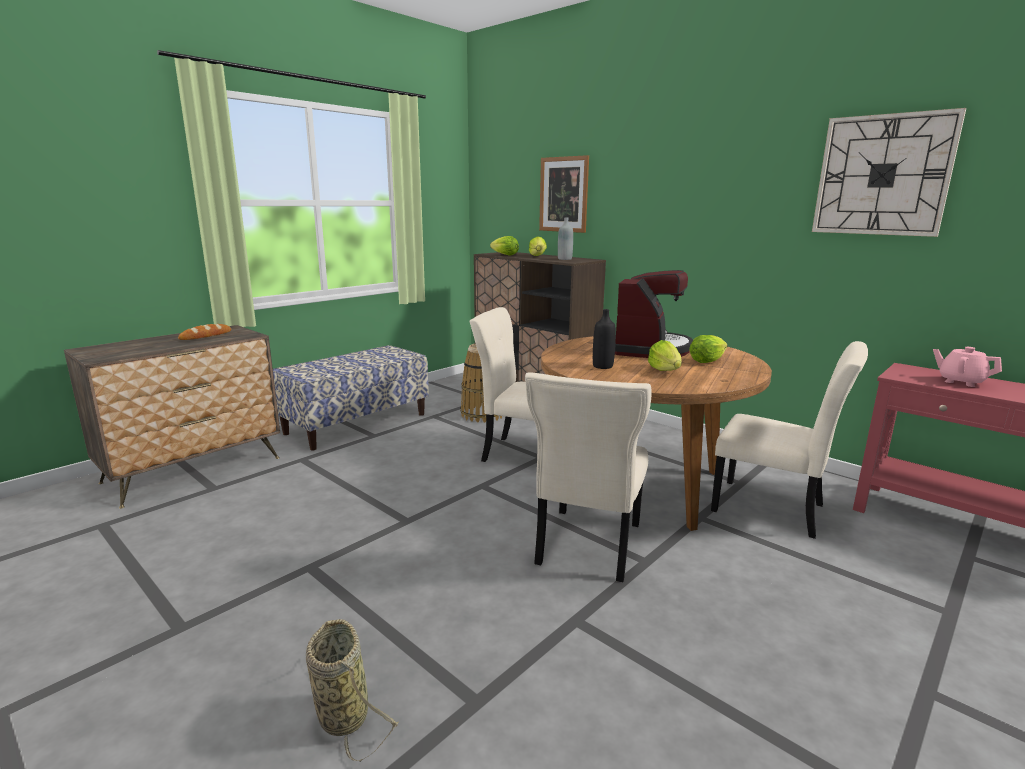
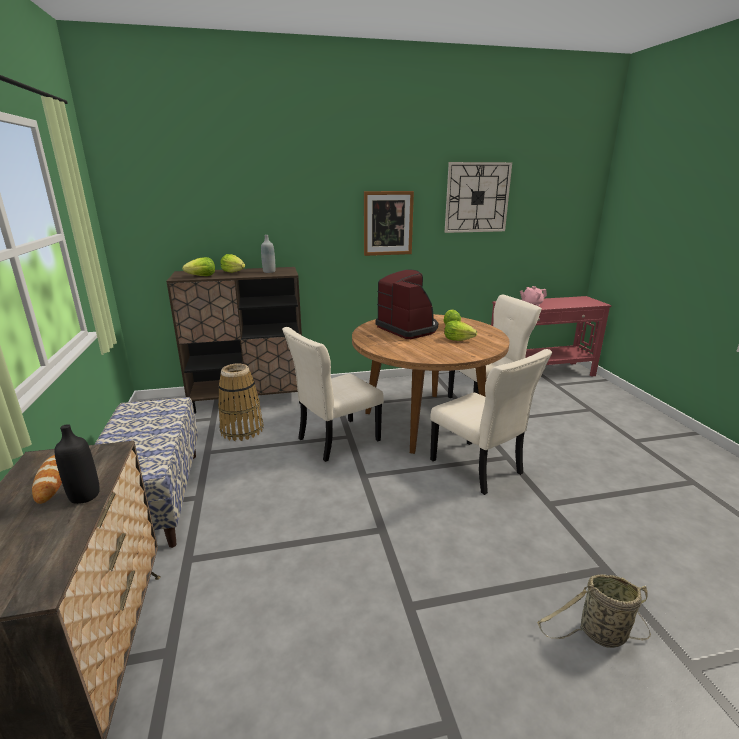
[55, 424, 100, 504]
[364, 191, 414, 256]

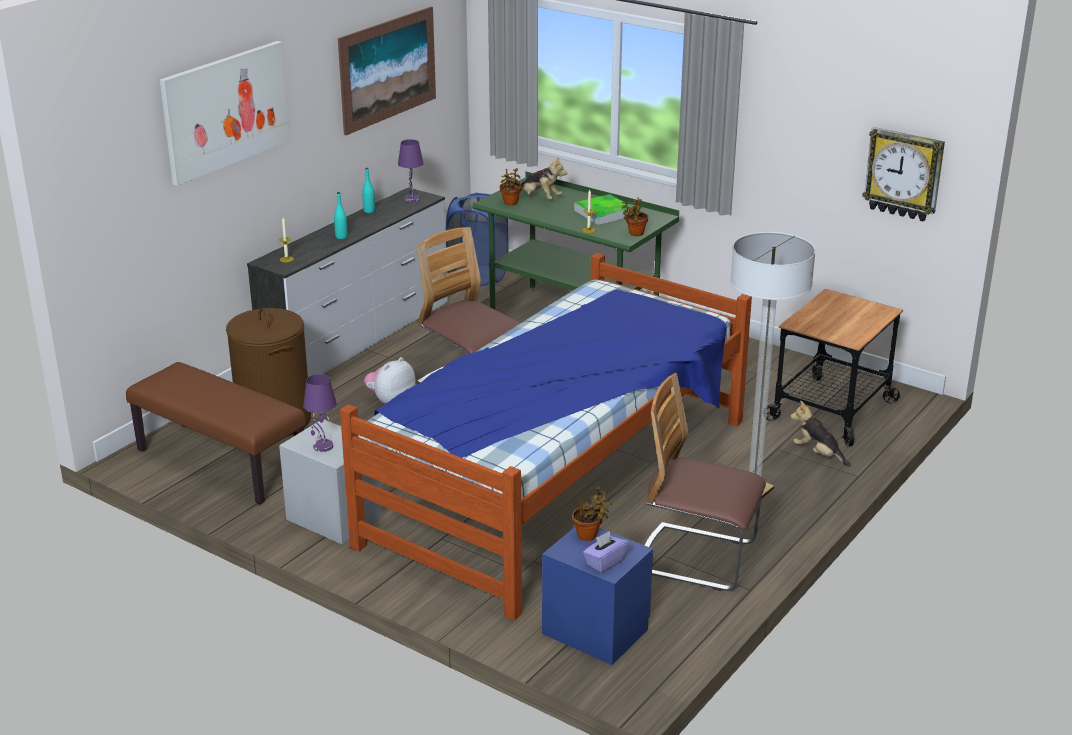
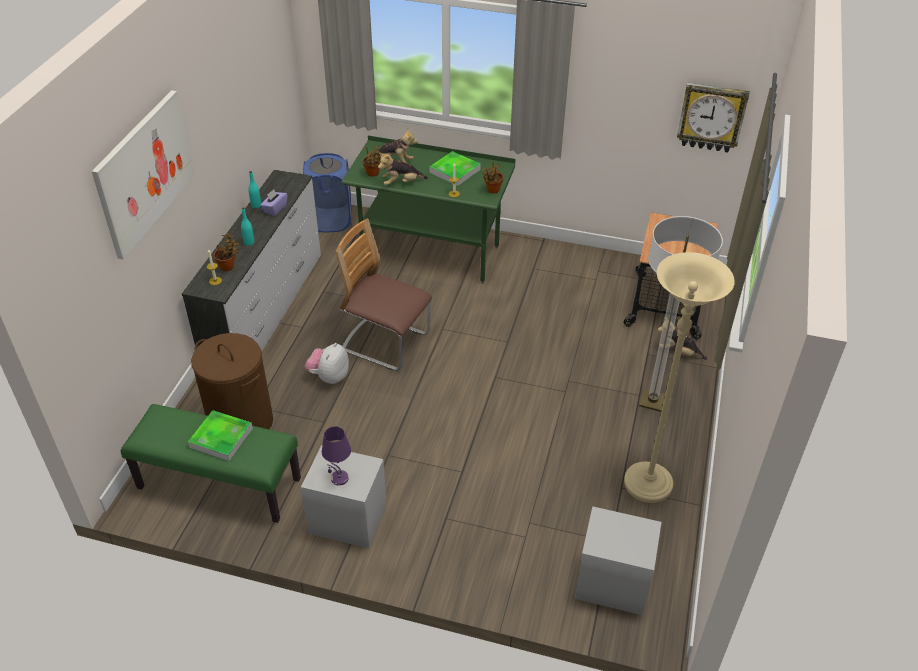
[121, 404, 301, 523]
[188, 410, 253, 461]
[214, 233, 240, 271]
[260, 189, 288, 216]
[378, 153, 428, 185]
[575, 506, 662, 615]
[624, 252, 735, 503]
[338, 7, 436, 135] (first image)
[340, 253, 752, 621] (first image)
[398, 139, 424, 202] (first image)

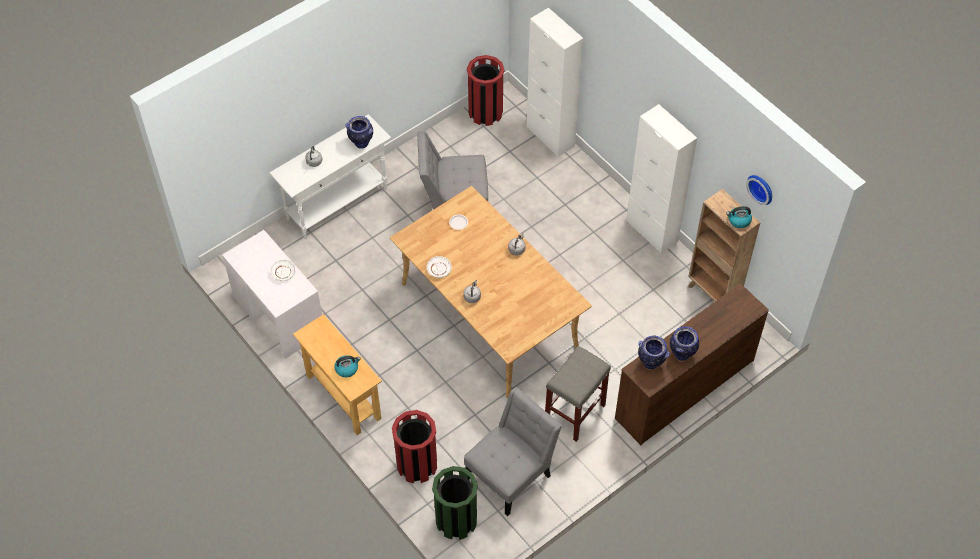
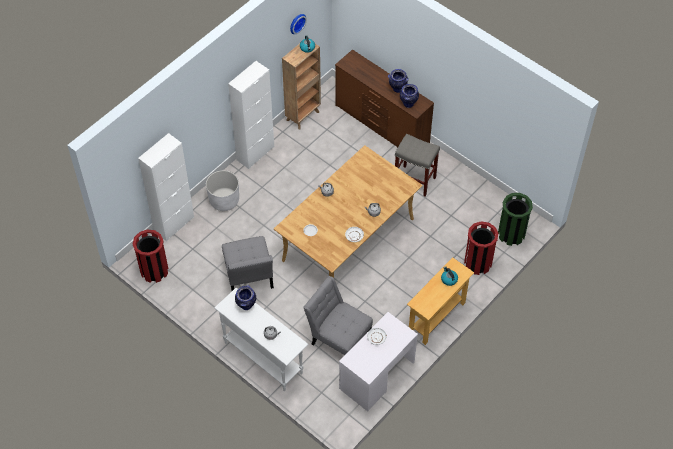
[206, 170, 239, 211]
[303, 276, 373, 355]

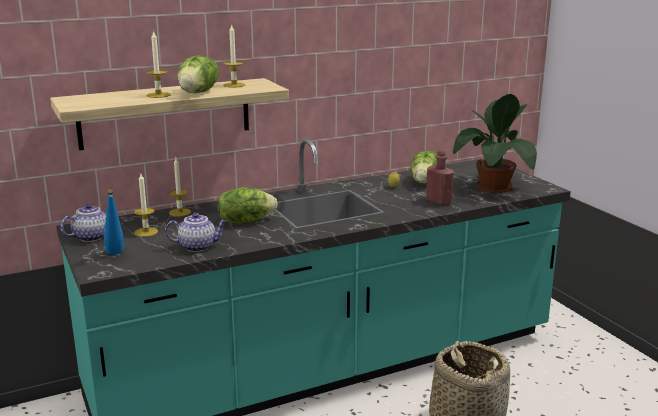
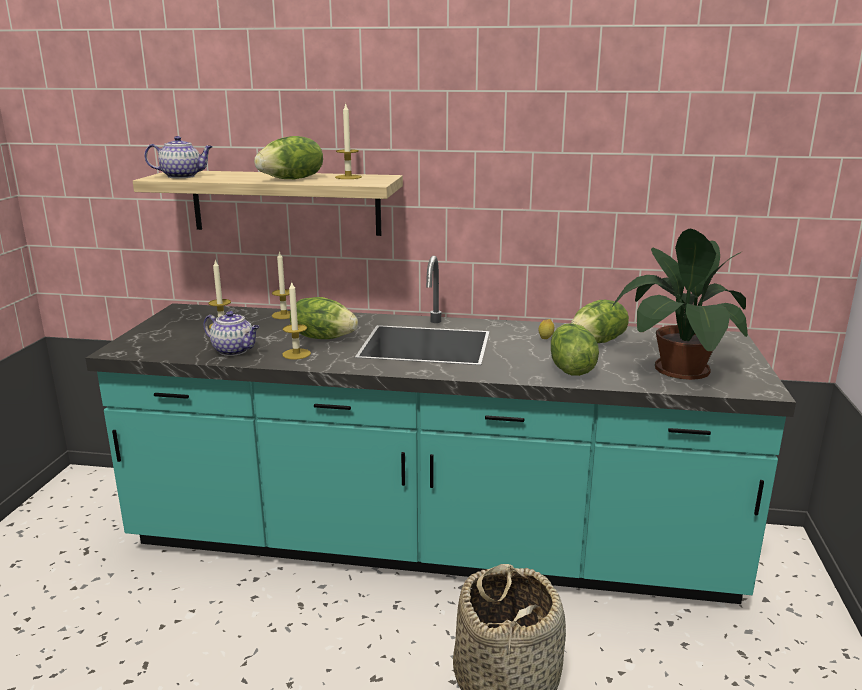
[144, 136, 213, 178]
[282, 282, 311, 360]
[551, 323, 599, 376]
[104, 189, 124, 255] (first image)

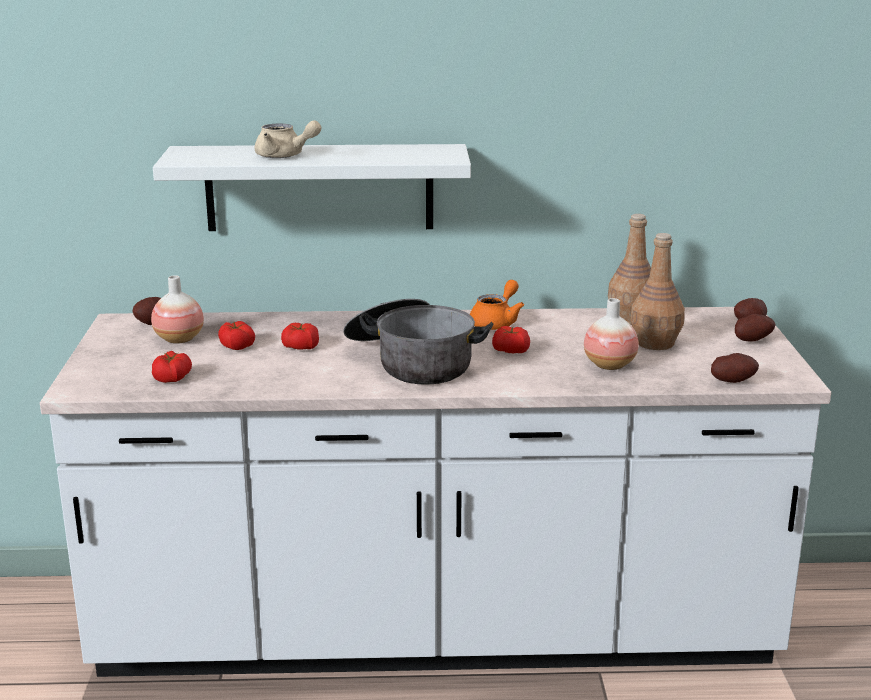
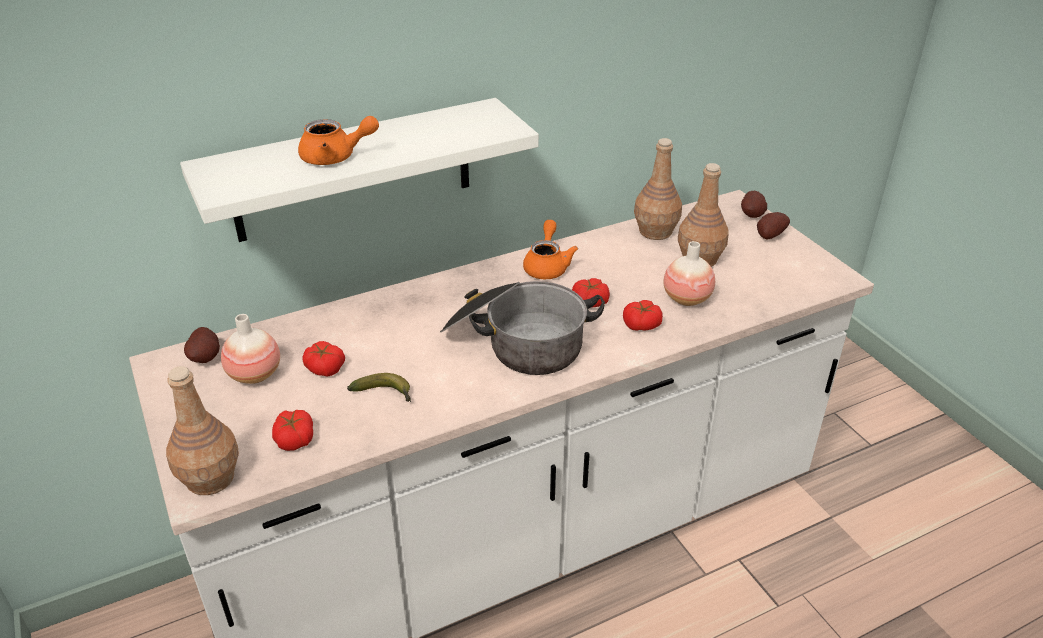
[166, 366, 239, 495]
[298, 116, 379, 165]
[347, 373, 411, 402]
[623, 300, 663, 331]
[711, 353, 759, 383] (first image)

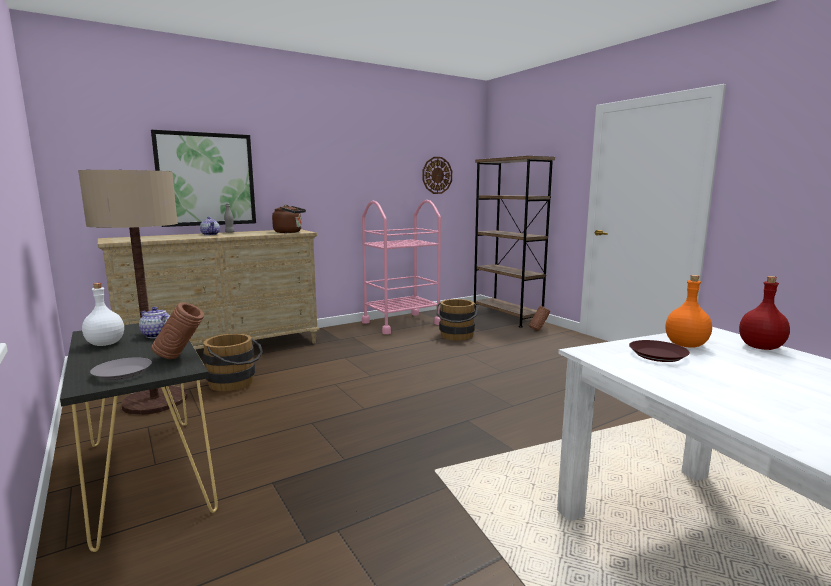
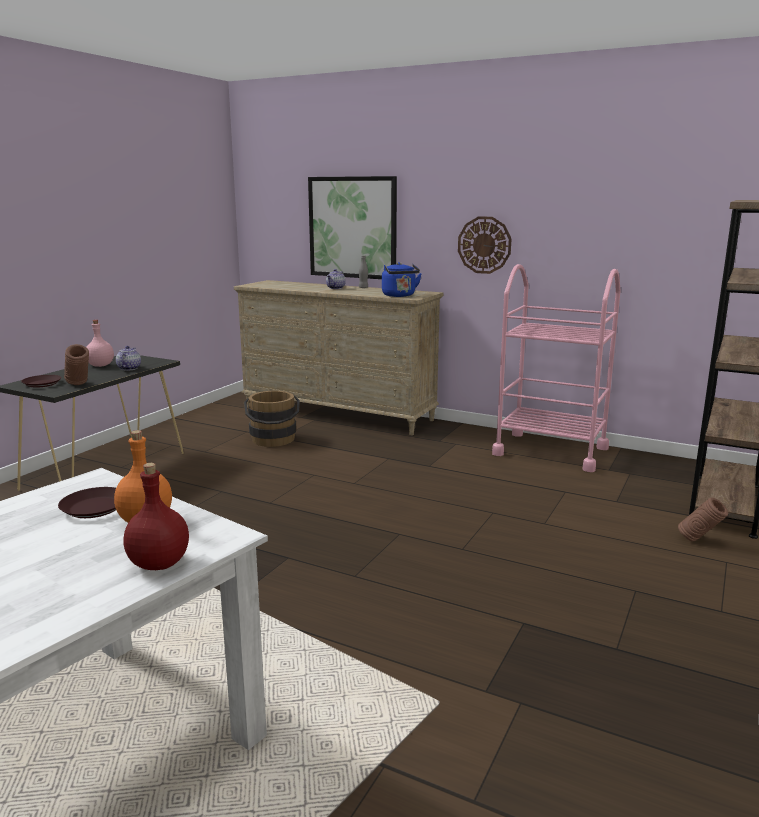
[21, 375, 62, 388]
[86, 320, 114, 367]
[382, 262, 422, 297]
[458, 216, 512, 274]
[78, 170, 187, 415] (first image)
[436, 299, 479, 341] (first image)

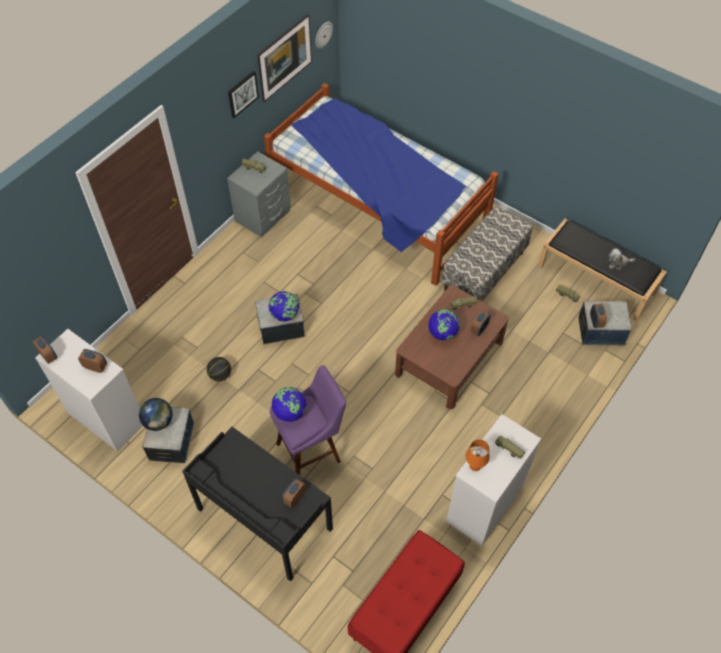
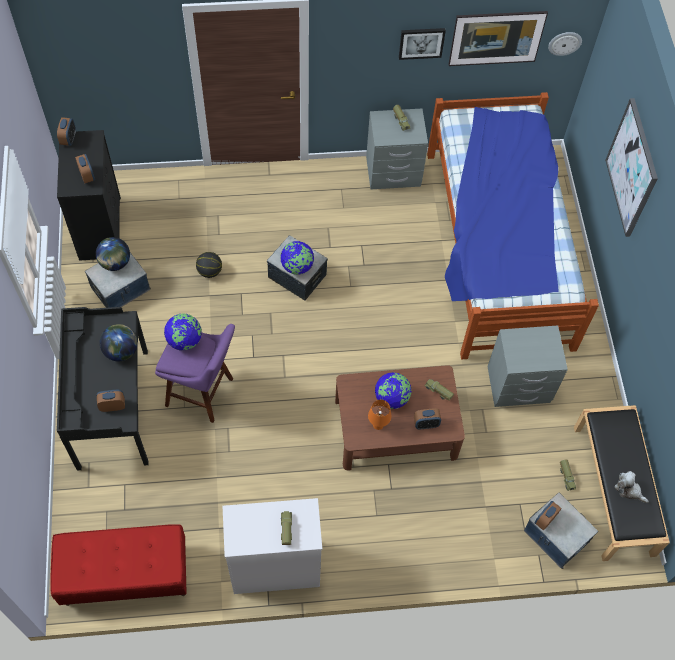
[57, 130, 121, 261]
[100, 324, 138, 361]
[368, 400, 391, 430]
[487, 325, 568, 407]
[605, 98, 658, 237]

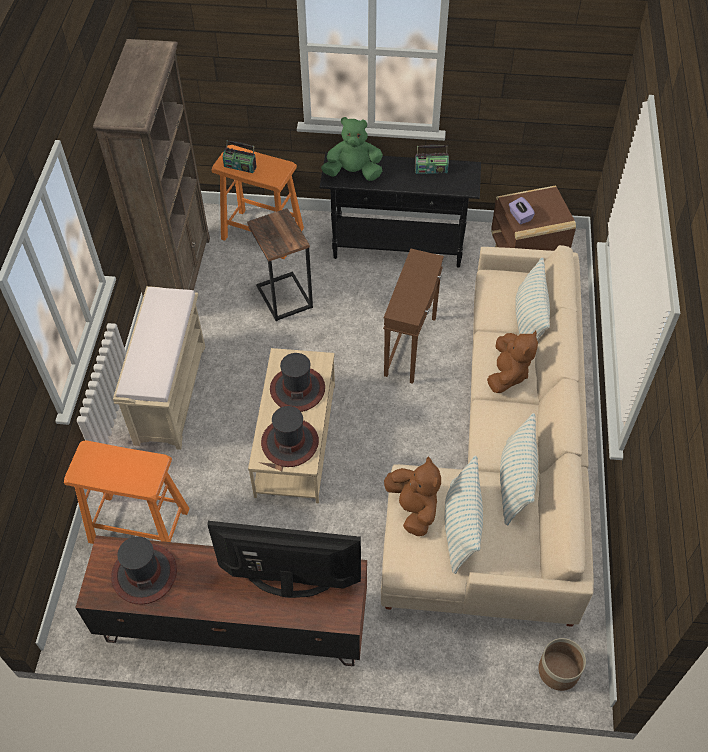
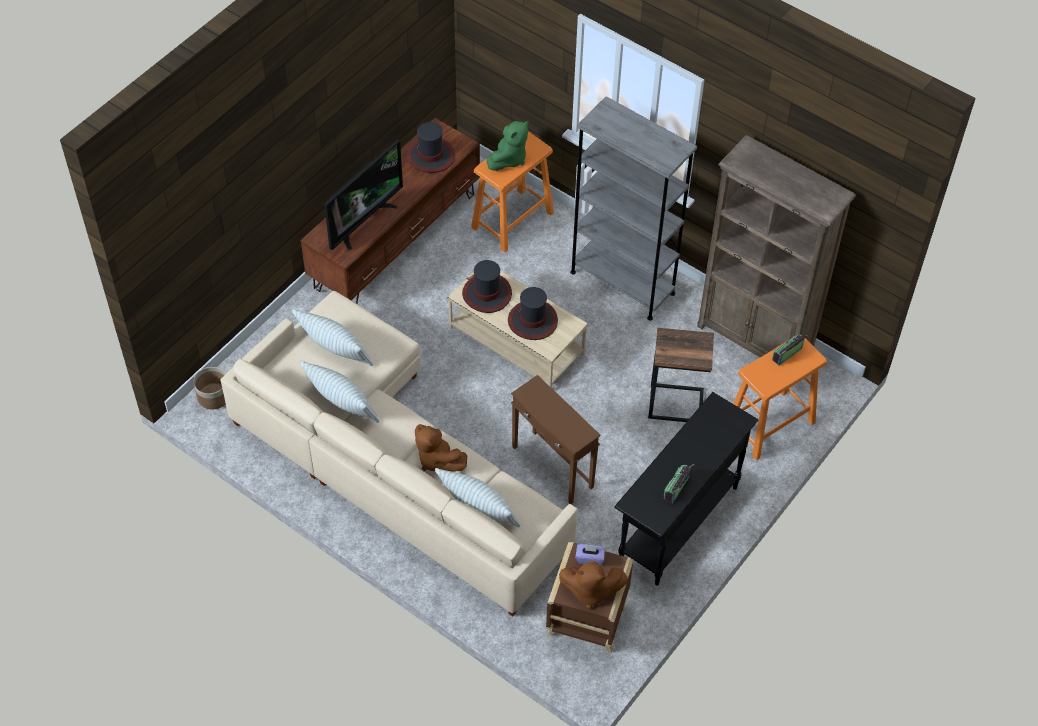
[487, 120, 528, 171]
[559, 561, 628, 609]
[570, 96, 697, 321]

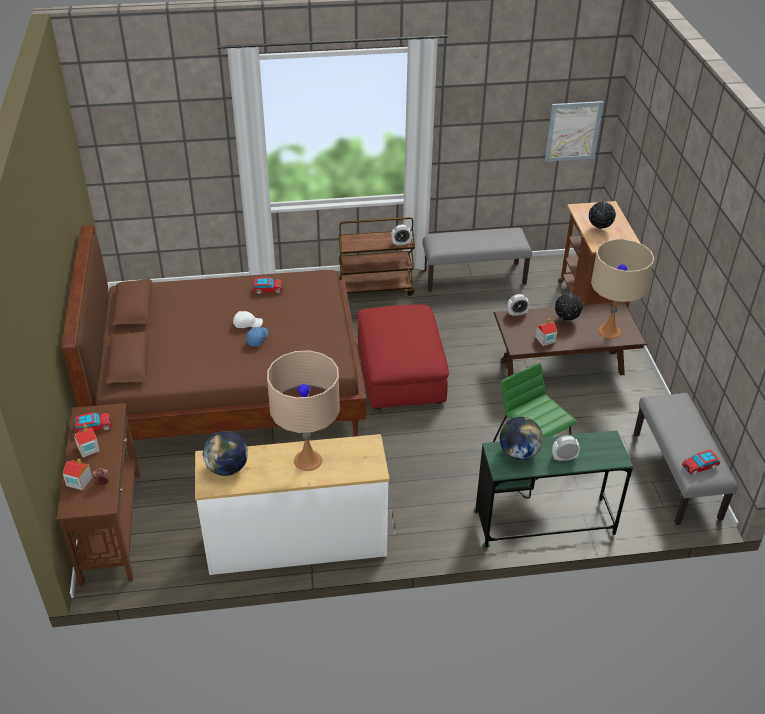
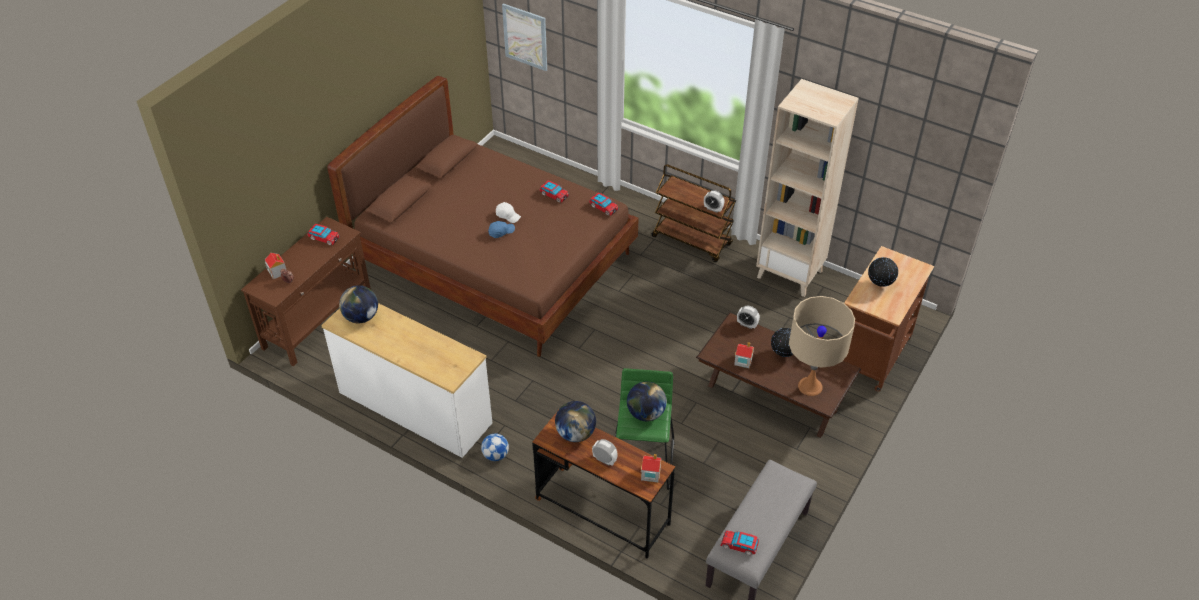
[481, 433, 509, 461]
[502, 3, 547, 71]
[532, 411, 675, 559]
[589, 193, 618, 216]
[627, 381, 667, 421]
[641, 454, 661, 483]
[756, 79, 859, 297]
[267, 350, 340, 471] (first image)
[357, 304, 449, 409] (first image)

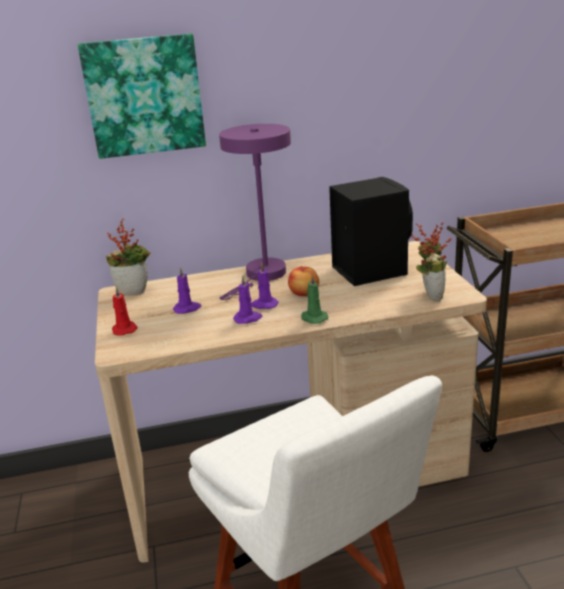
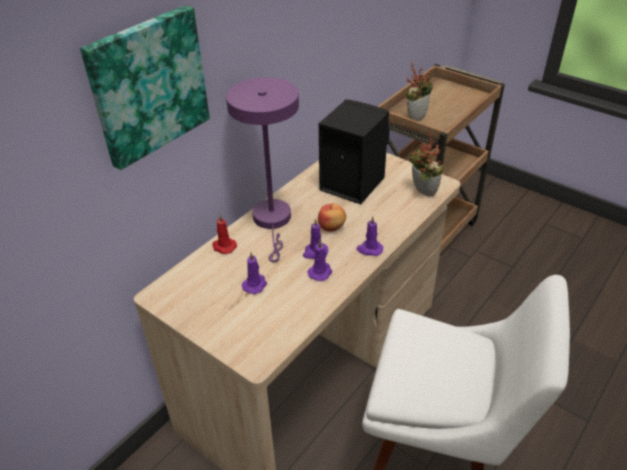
[212, 215, 237, 254]
[356, 216, 383, 256]
[405, 62, 433, 121]

